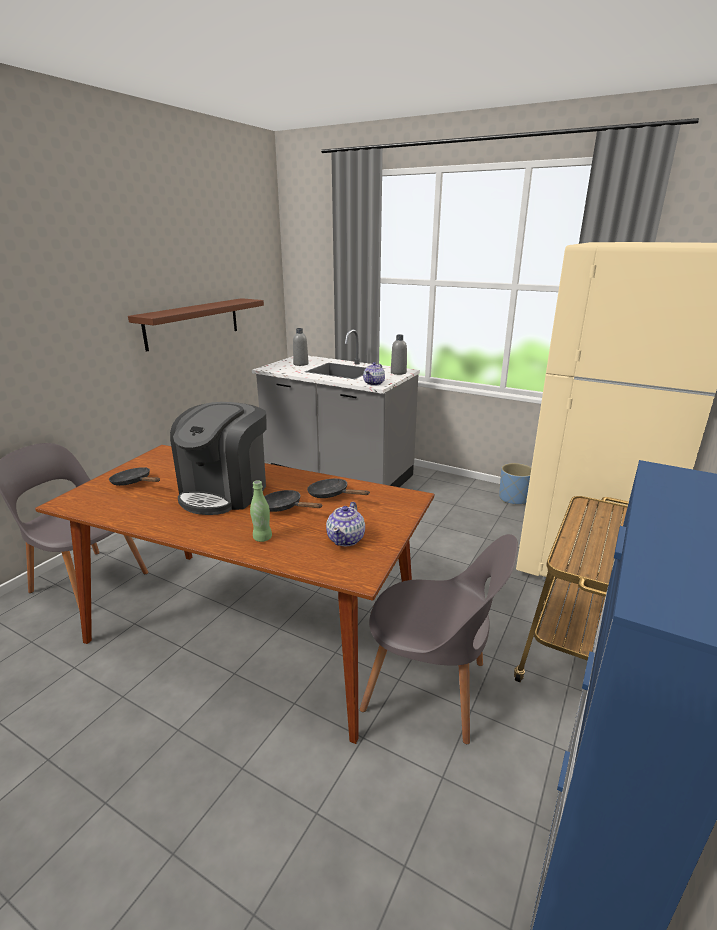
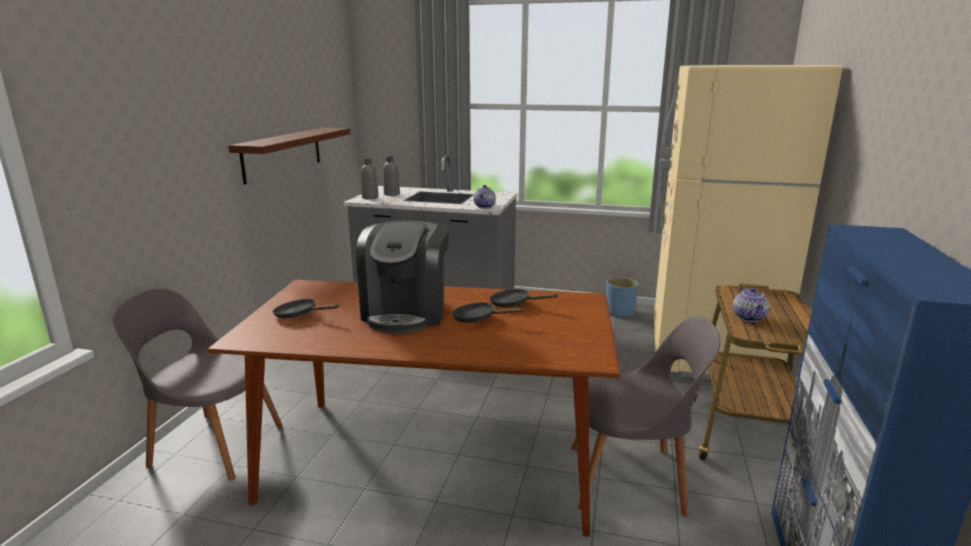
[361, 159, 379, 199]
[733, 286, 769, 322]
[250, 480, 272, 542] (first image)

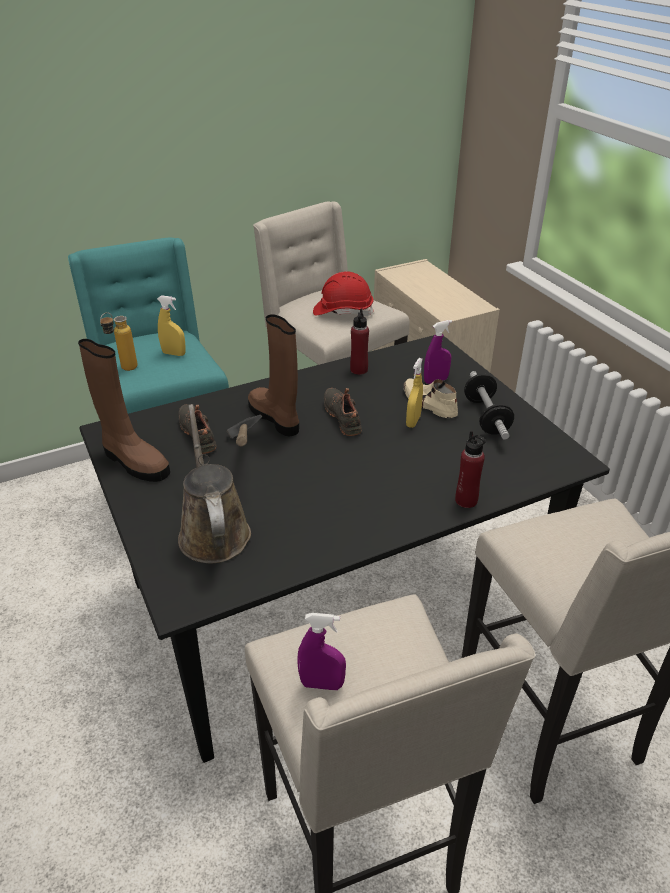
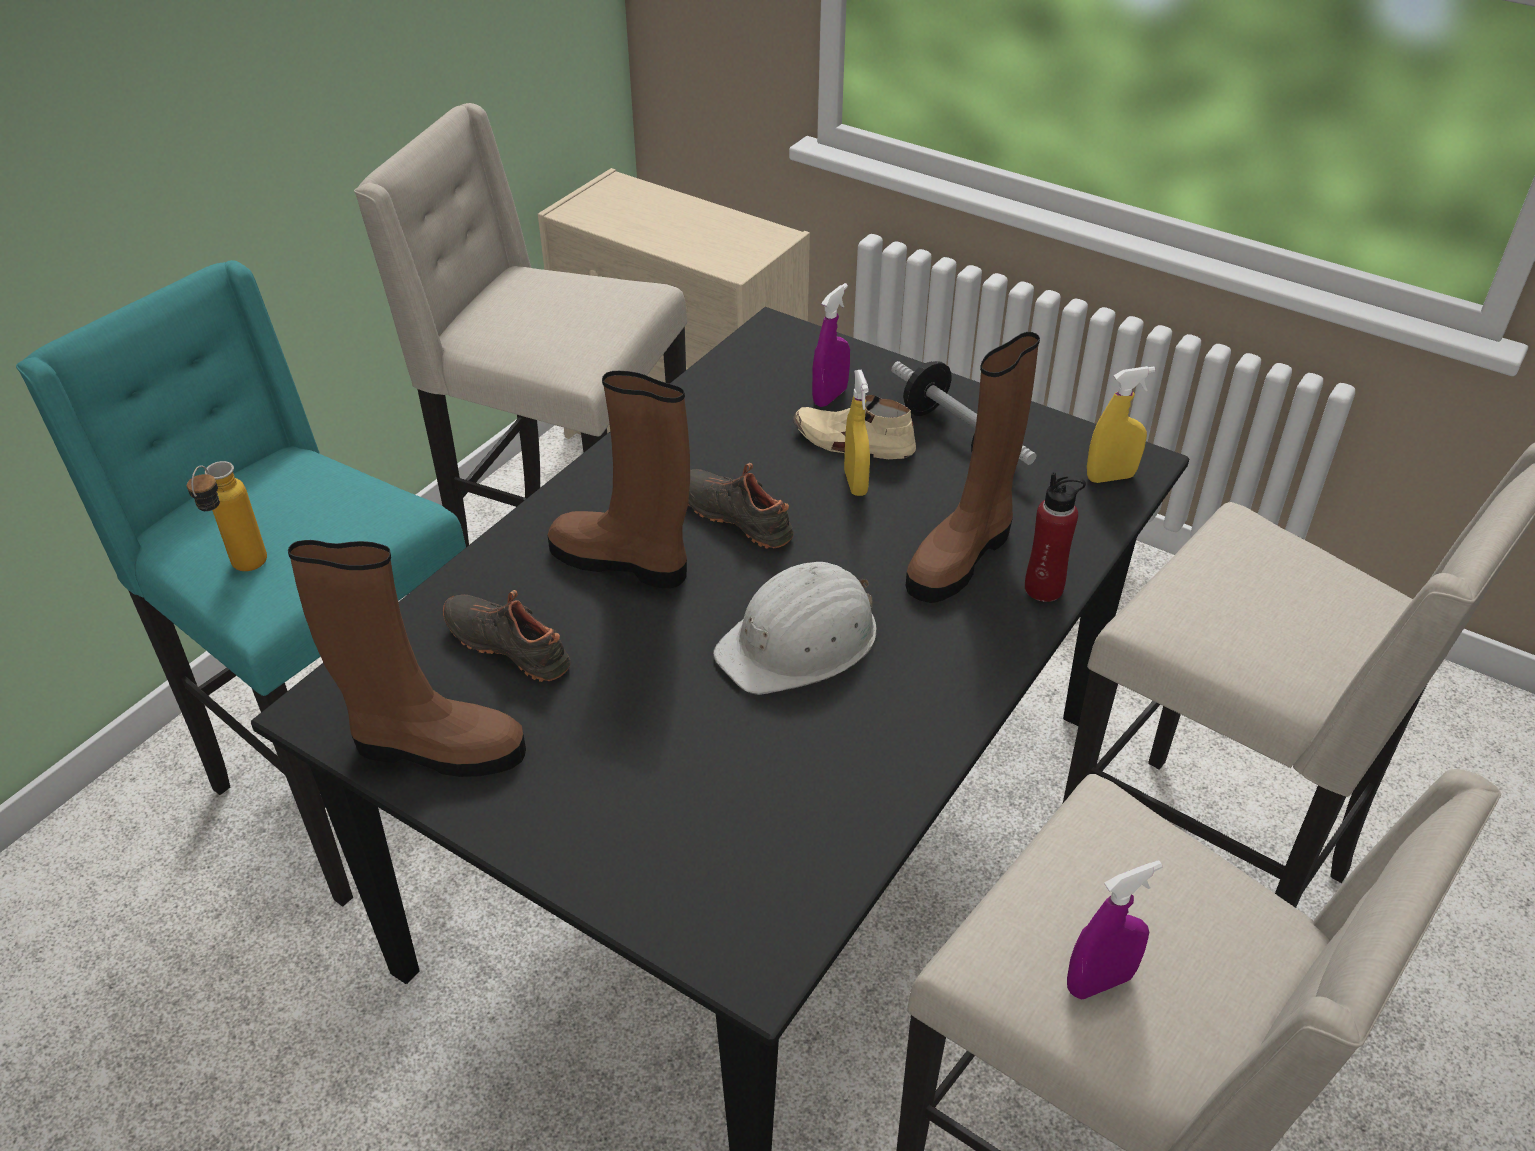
[713, 562, 877, 695]
[906, 332, 1040, 603]
[1087, 366, 1155, 483]
[178, 404, 251, 563] (first image)
[227, 415, 262, 446] (first image)
[313, 271, 374, 316] (first image)
[350, 309, 369, 375] (first image)

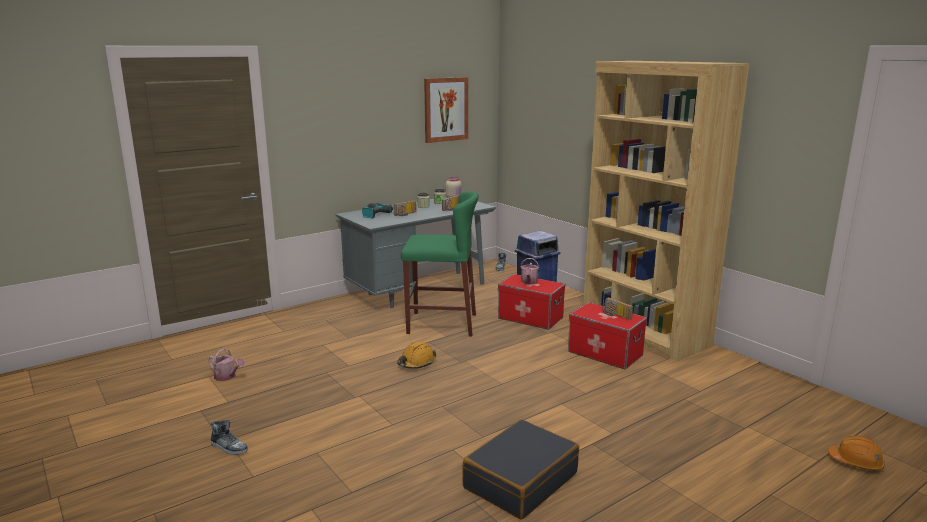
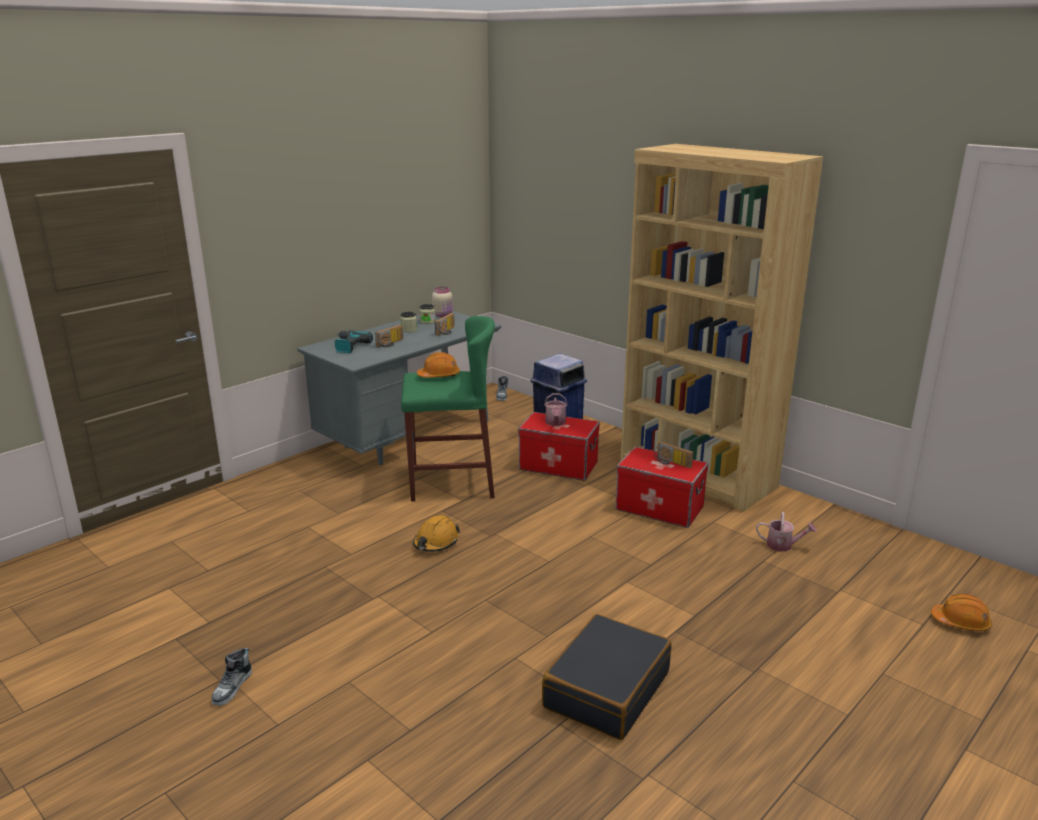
[211, 648, 252, 706]
[417, 352, 460, 378]
[756, 512, 817, 552]
[424, 77, 468, 143] (first image)

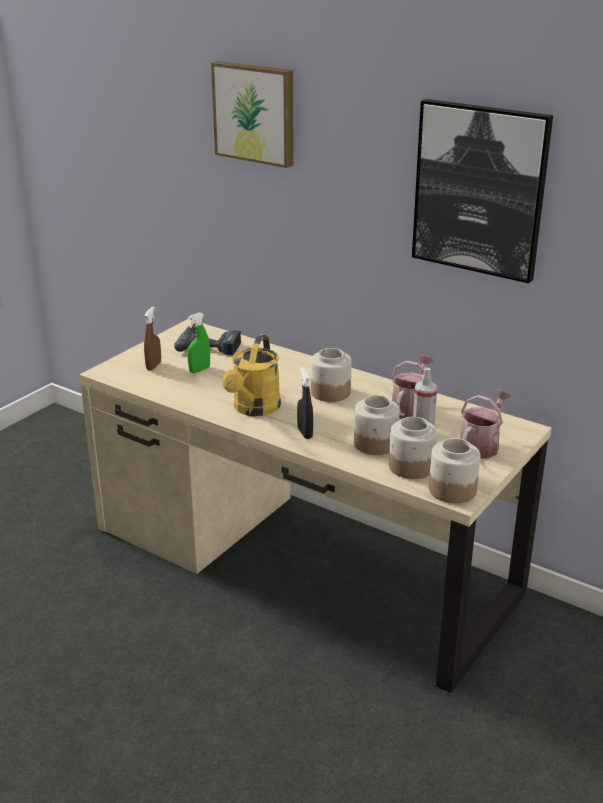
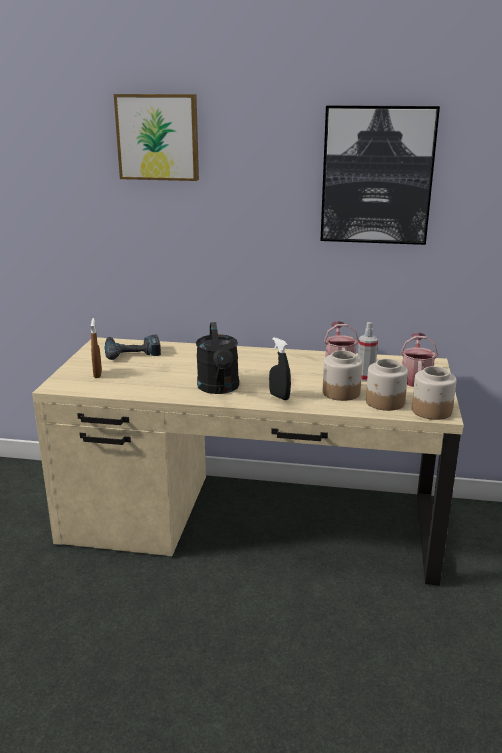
[196, 322, 239, 394]
[187, 312, 210, 373] (first image)
[311, 348, 352, 402] (first image)

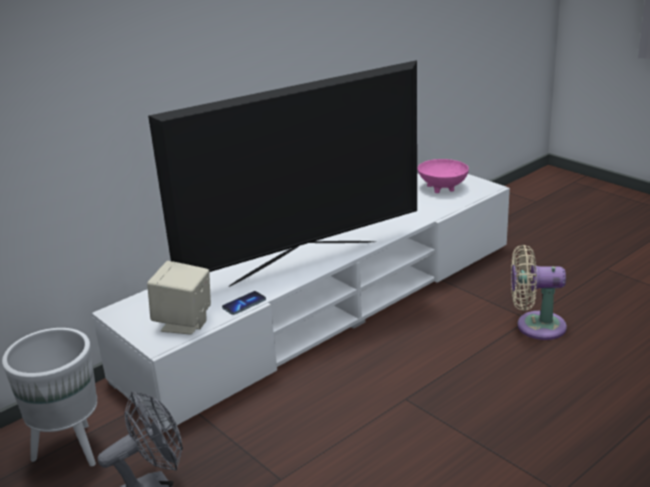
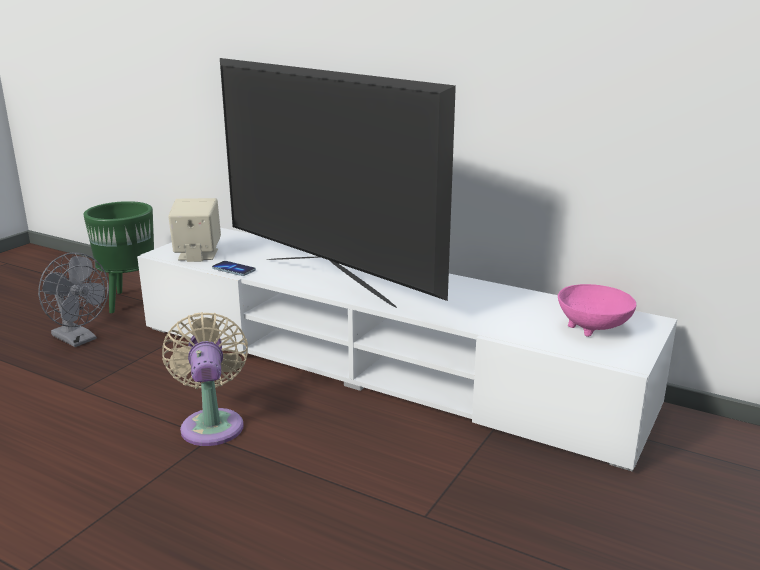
[83, 201, 154, 313]
[162, 312, 248, 446]

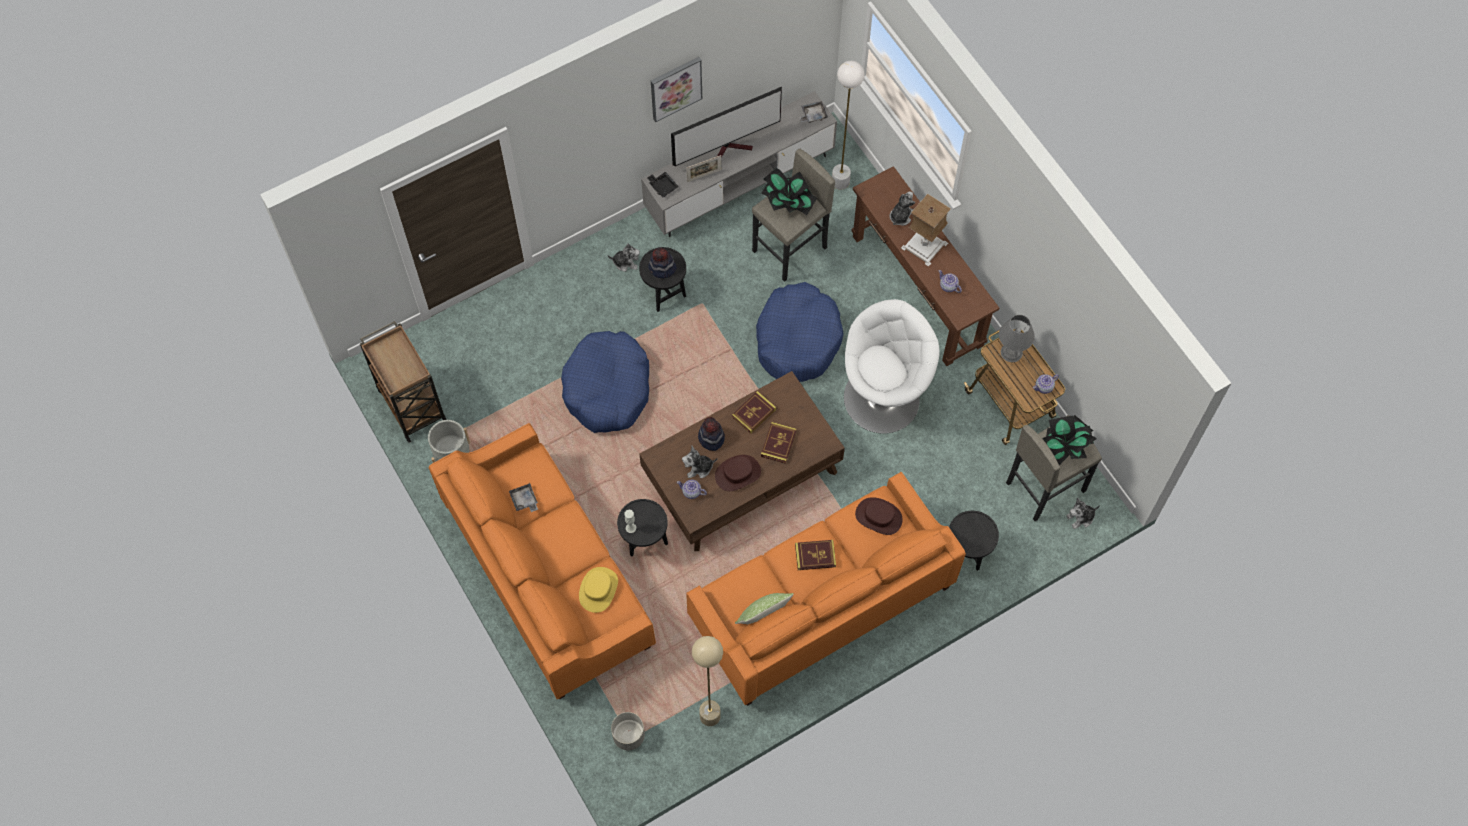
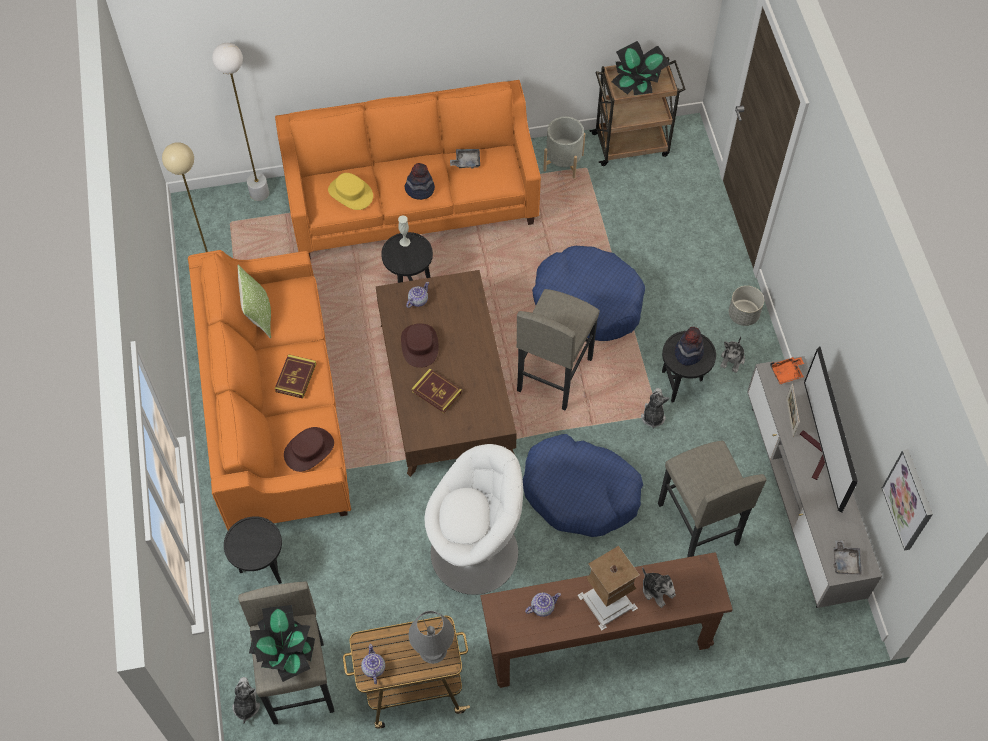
[212, 43, 269, 201]
[404, 163, 435, 200]
[424, 444, 523, 595]
[517, 289, 600, 410]
[612, 41, 671, 95]
[641, 388, 670, 429]
[729, 286, 764, 326]
[770, 357, 804, 384]
[882, 449, 933, 551]
[732, 391, 776, 434] (first image)

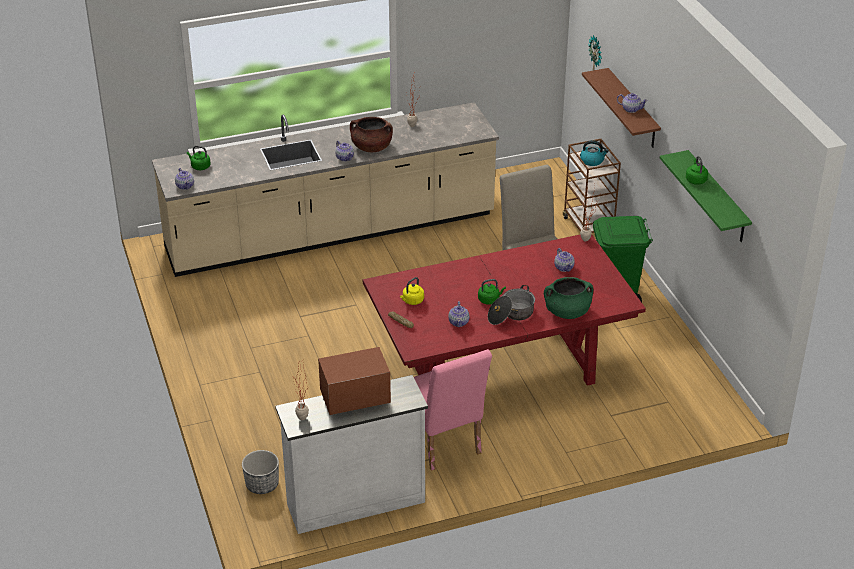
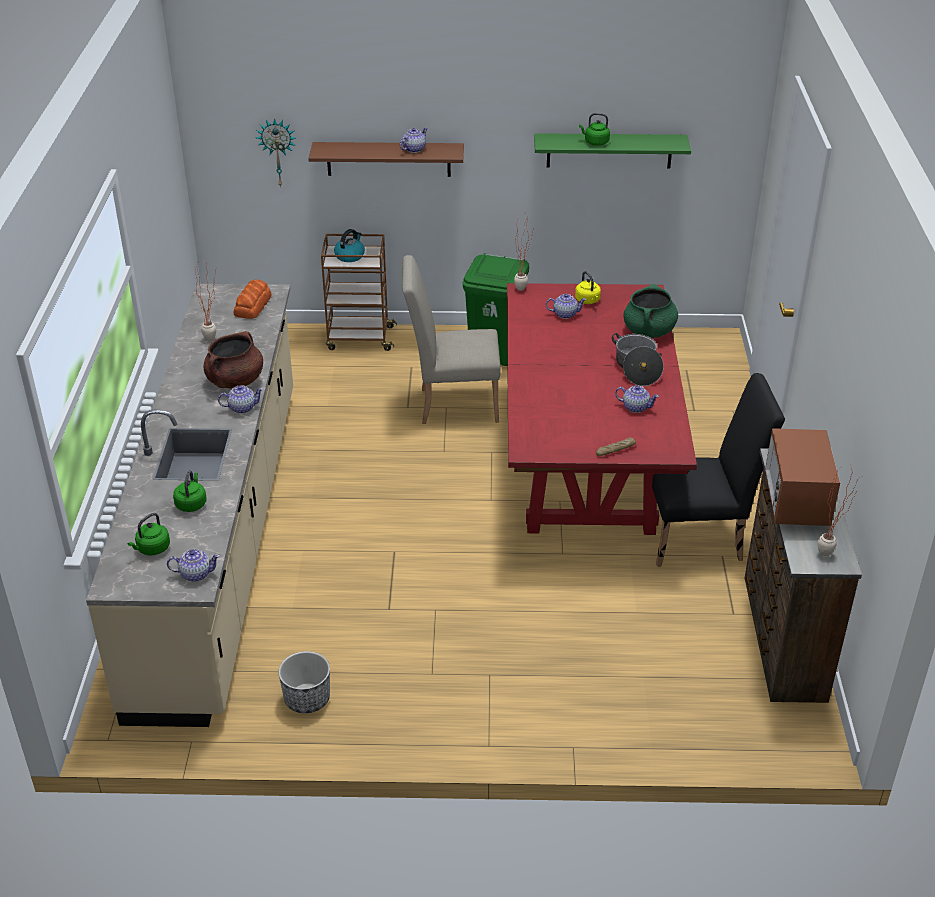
[173, 470, 207, 512]
[233, 279, 272, 319]
[278, 651, 330, 713]
[575, 271, 601, 304]
[652, 373, 785, 567]
[745, 448, 862, 703]

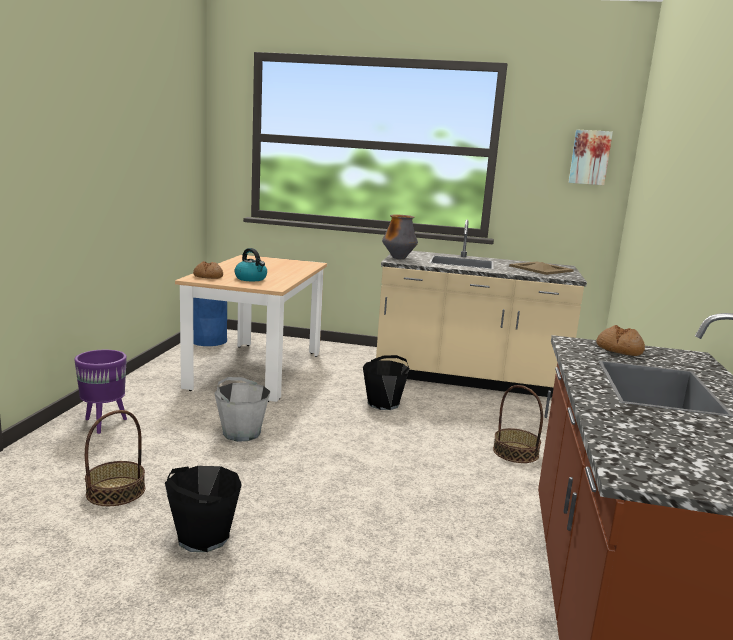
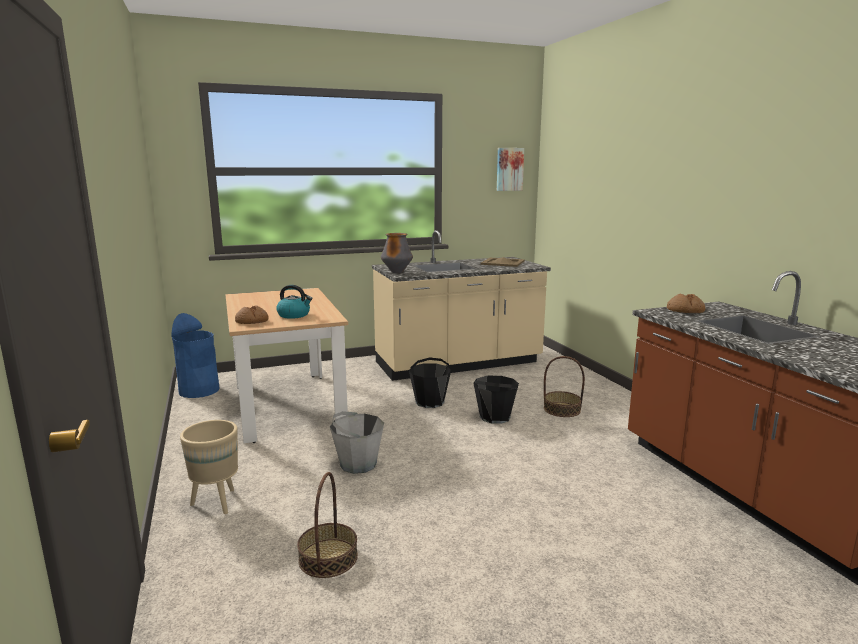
[180, 420, 238, 514]
[473, 376, 519, 424]

